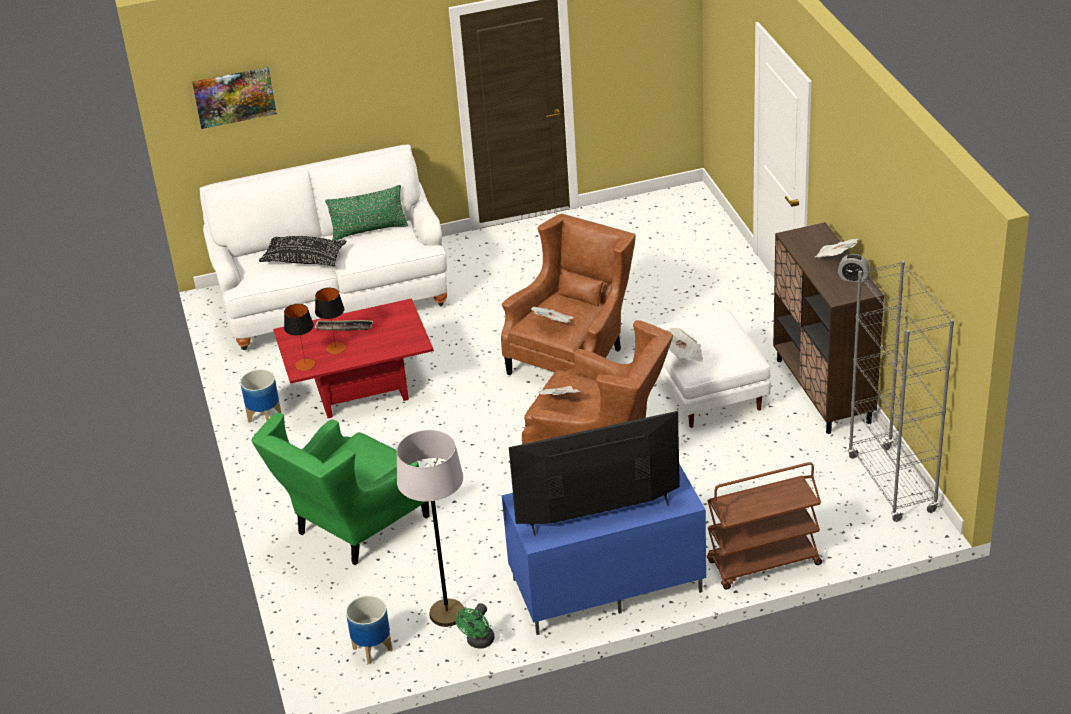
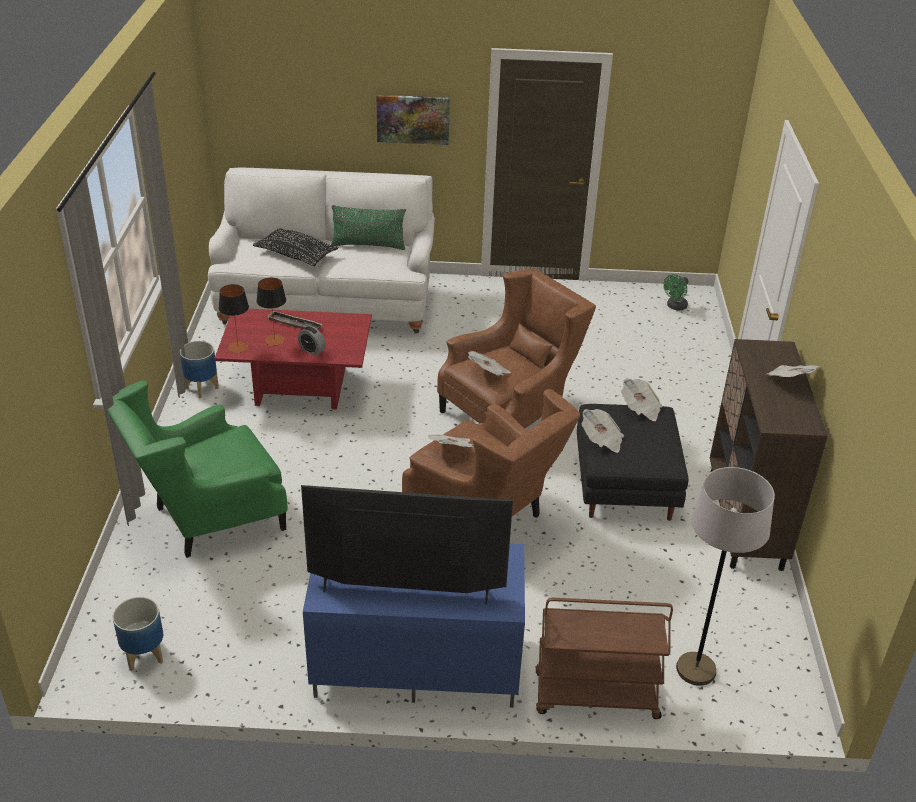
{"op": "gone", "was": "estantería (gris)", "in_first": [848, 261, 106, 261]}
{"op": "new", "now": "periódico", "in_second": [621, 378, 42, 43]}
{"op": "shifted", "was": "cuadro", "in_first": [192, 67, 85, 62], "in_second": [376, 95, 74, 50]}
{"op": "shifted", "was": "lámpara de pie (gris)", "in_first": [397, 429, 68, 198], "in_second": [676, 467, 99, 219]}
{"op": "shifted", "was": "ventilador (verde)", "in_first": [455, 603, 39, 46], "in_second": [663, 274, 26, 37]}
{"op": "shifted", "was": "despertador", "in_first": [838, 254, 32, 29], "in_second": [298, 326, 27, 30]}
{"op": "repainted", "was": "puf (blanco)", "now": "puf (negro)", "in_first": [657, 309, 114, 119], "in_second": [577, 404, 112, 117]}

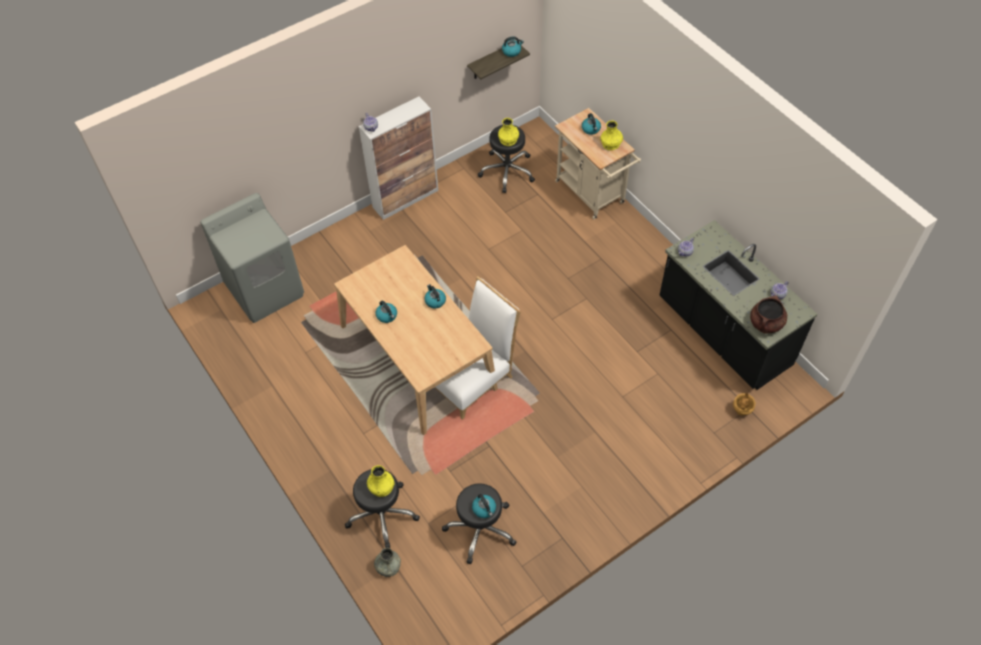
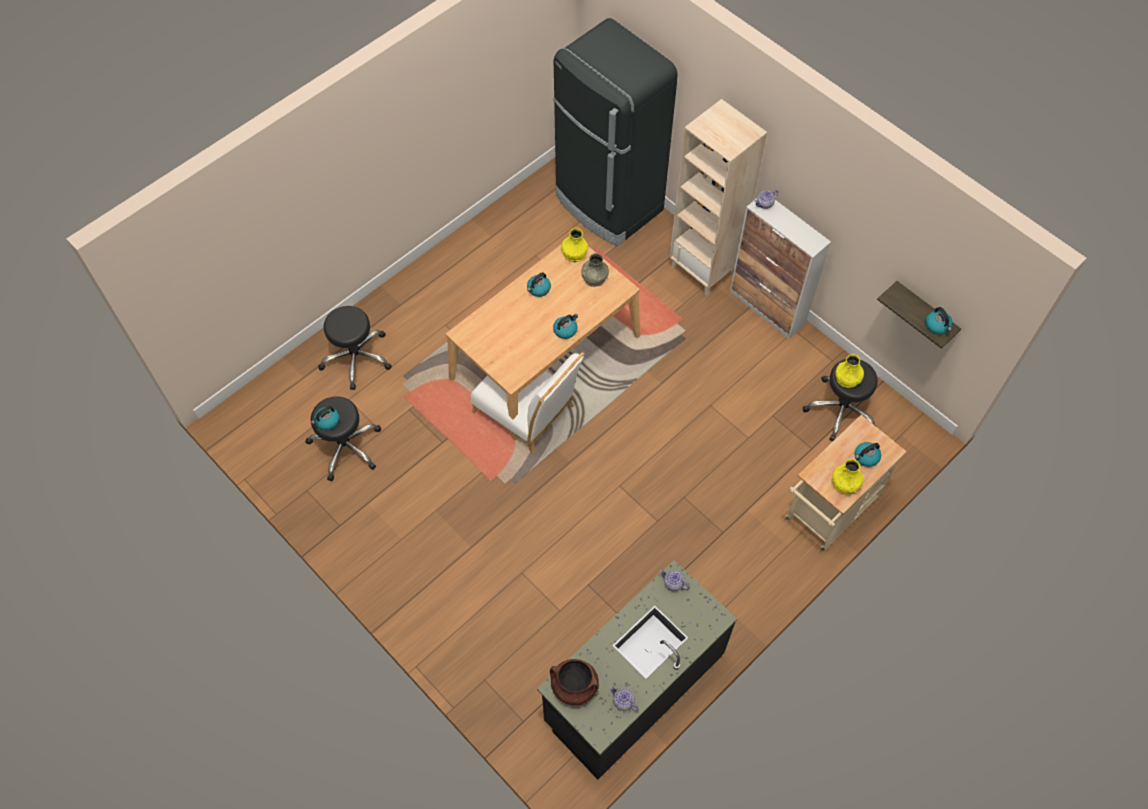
{"op": "gone", "was": "florero (marrón)", "in_first": [733, 393, 23, 23]}
{"op": "new", "now": "estantería (beis)", "in_second": [669, 99, 98, 198]}
{"op": "shifted", "was": "florero (amarillo)", "in_first": [367, 465, 28, 32], "in_second": [561, 228, 27, 34]}
{"op": "shifted", "was": "florero (gris)", "in_first": [374, 548, 27, 29], "in_second": [581, 253, 28, 34]}
{"op": "swapped", "was": "lavadora (gris)", "now": "nevera (negro)", "in_first": [200, 193, 104, 130], "in_second": [553, 18, 125, 228]}

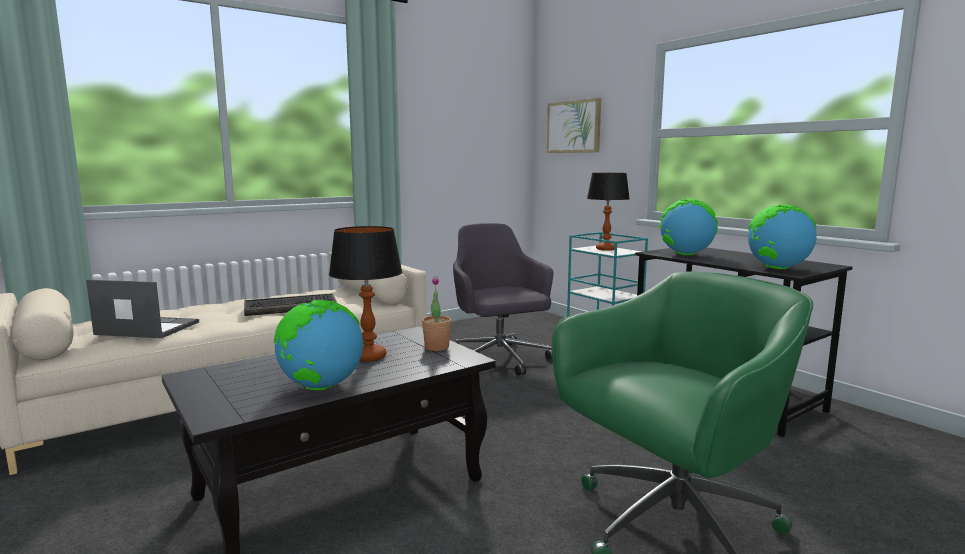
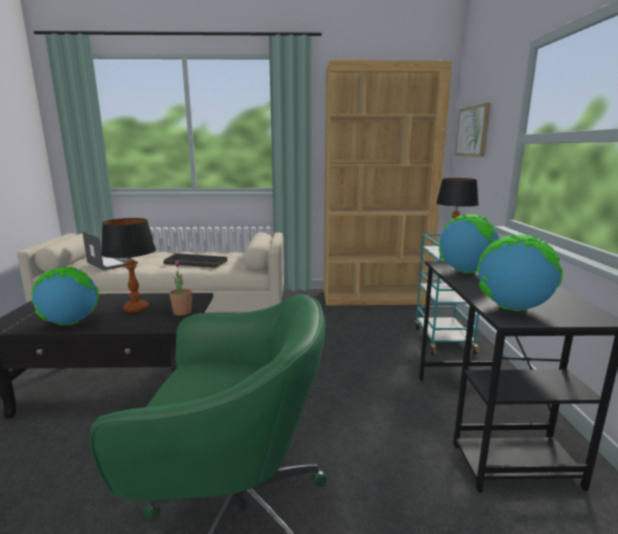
{"op": "gone", "was": "silla de oficina (gris)", "in_first": [453, 223, 100, 153]}
{"op": "new", "now": "estantería (marrón)", "in_second": [324, 60, 128, 246]}

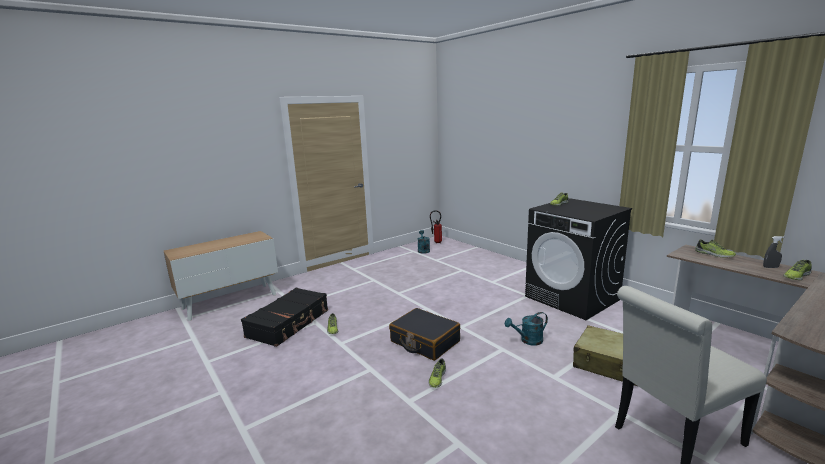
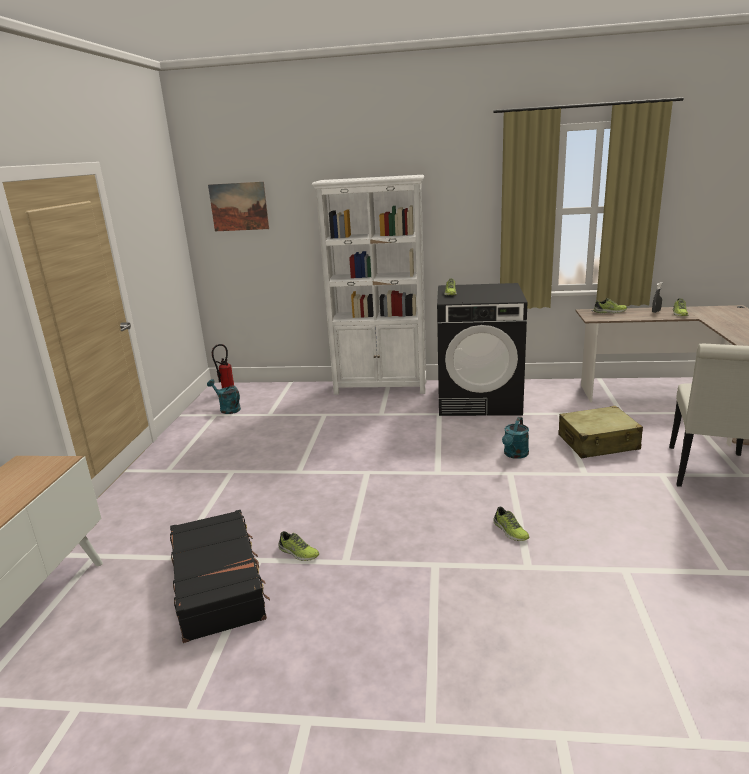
{"op": "gone", "was": "maleta (negro)", "in_first": [389, 308, 71, 53]}
{"op": "new", "now": "cuadro", "in_second": [208, 182, 61, 49]}
{"op": "new", "now": "estantería (blanco)", "in_second": [312, 175, 114, 220]}

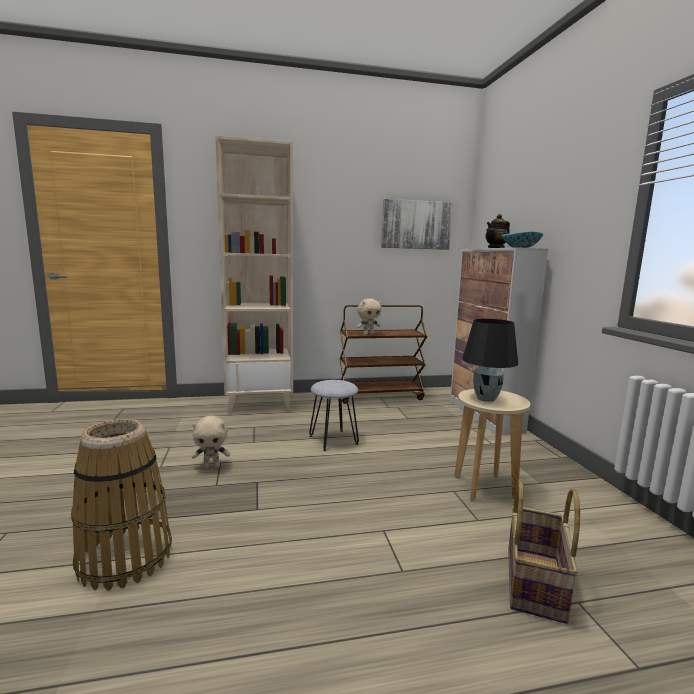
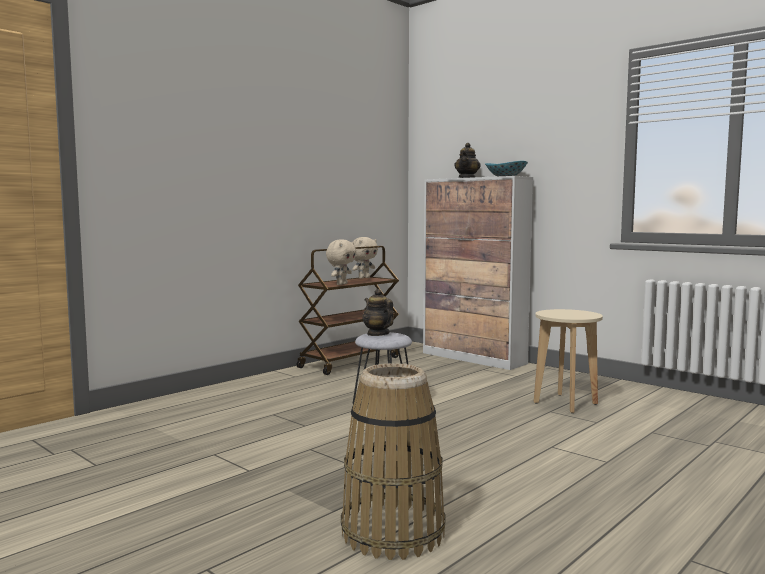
{"op": "gone", "was": "estantería (beis)", "in_first": [215, 135, 78, 279]}
{"op": "gone", "was": "cuadro", "in_first": [381, 199, 72, 51]}
{"op": "gone", "was": "lámpara de mesa (negro)", "in_first": [462, 319, 56, 83]}
{"op": "gone", "was": "cesta", "in_first": [508, 479, 72, 145]}
{"op": "new", "now": "tetera", "in_second": [362, 289, 32, 47]}
{"op": "shifted", "was": "peluche (beis)", "in_first": [192, 416, 38, 52], "in_second": [352, 237, 26, 42]}

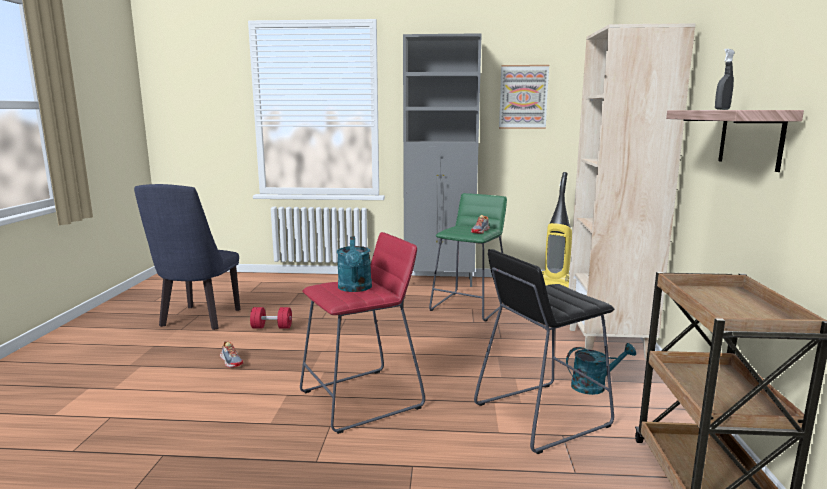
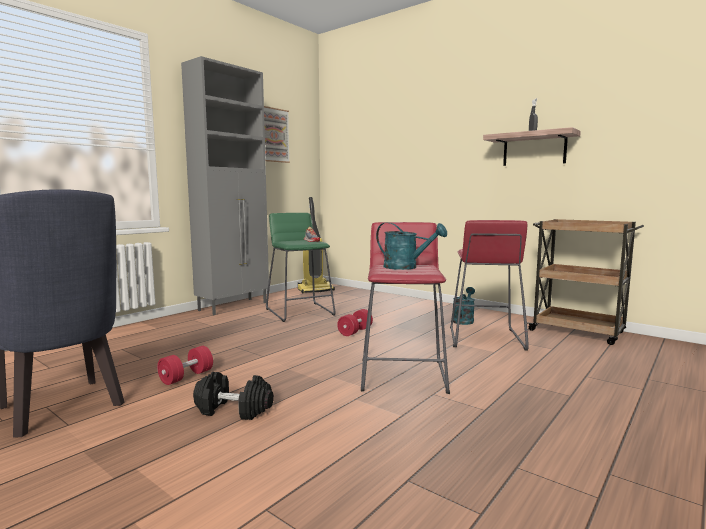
{"op": "gone", "was": "estantería (beis)", "in_first": [569, 23, 127, 337]}
{"op": "new", "now": "mancuerna (rojo)", "in_second": [337, 309, 36, 27]}
{"op": "swapped", "was": "zapato", "now": "mancuerna (negro)", "in_first": [220, 341, 24, 26], "in_second": [193, 372, 81, 48]}
{"op": "repainted", "was": "taburete (negro)", "now": "taburete (rojo)", "in_first": [474, 249, 140, 205], "in_second": [450, 220, 79, 131]}

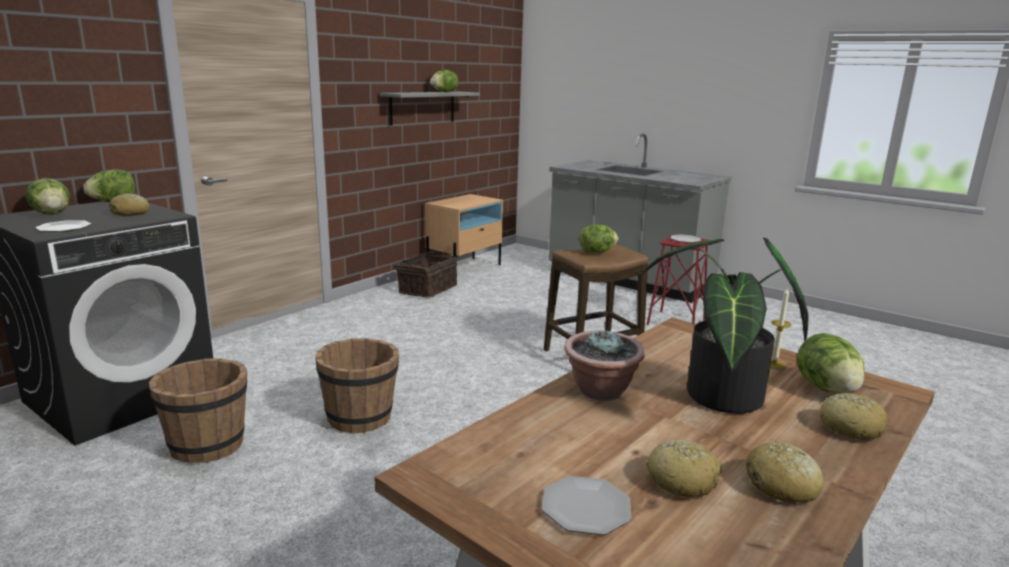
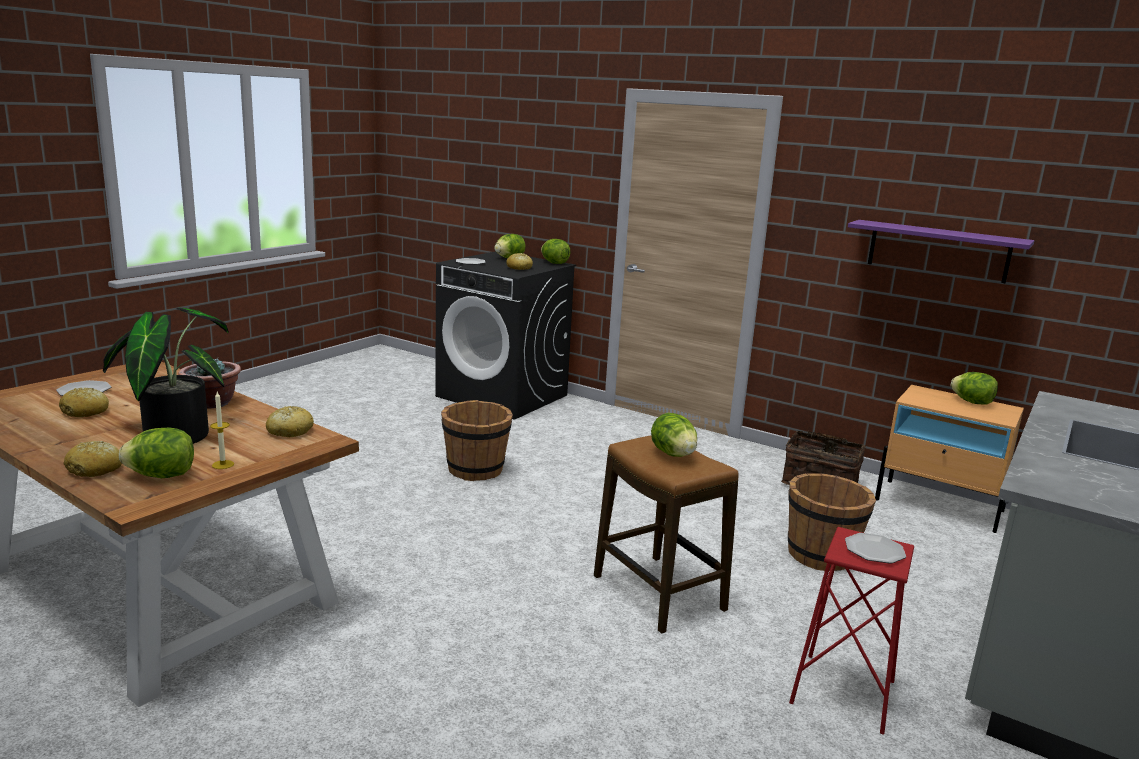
{"op": "shifted", "was": "cubo (marrón)", "in_first": [149, 358, 98, 105], "in_second": [788, 473, 88, 98]}
{"op": "shifted", "was": "lechuga", "in_first": [430, 70, 28, 22], "in_second": [951, 372, 47, 33]}
{"op": "shifted", "was": "pan", "in_first": [746, 441, 78, 62], "in_second": [266, 406, 48, 31]}
{"op": "repainted", "was": "estante (gris)", "now": "estante (morado)", "in_first": [380, 92, 100, 34], "in_second": [848, 220, 186, 63]}

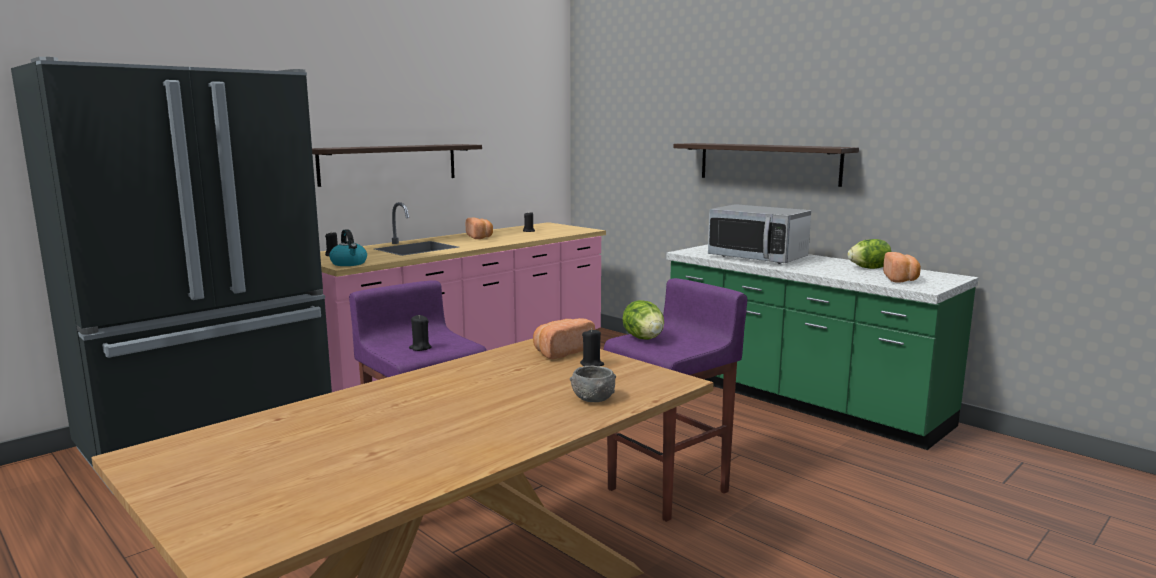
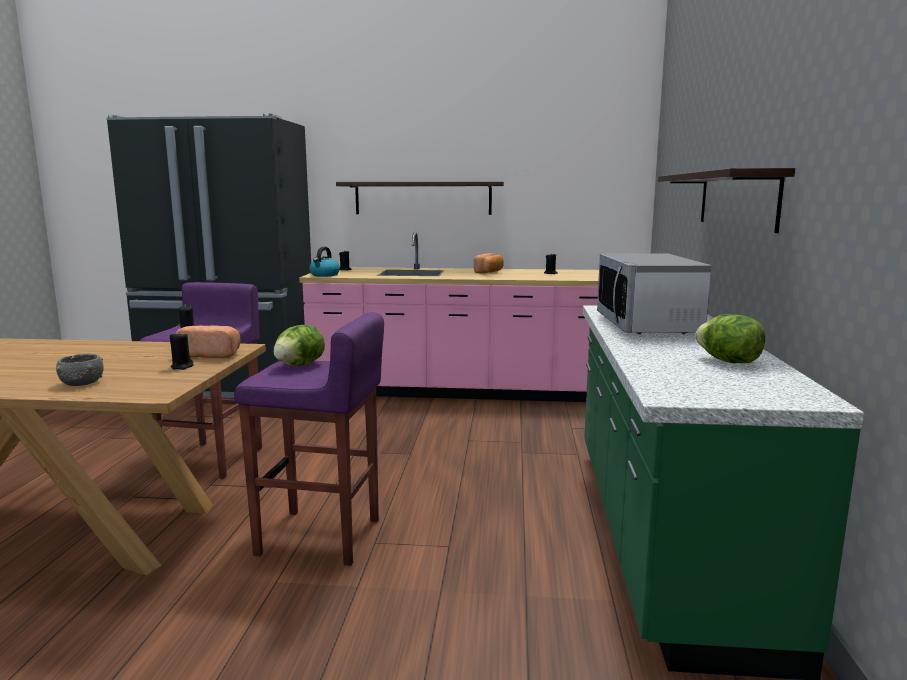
{"op": "gone", "was": "pan", "in_first": [883, 252, 38, 31]}

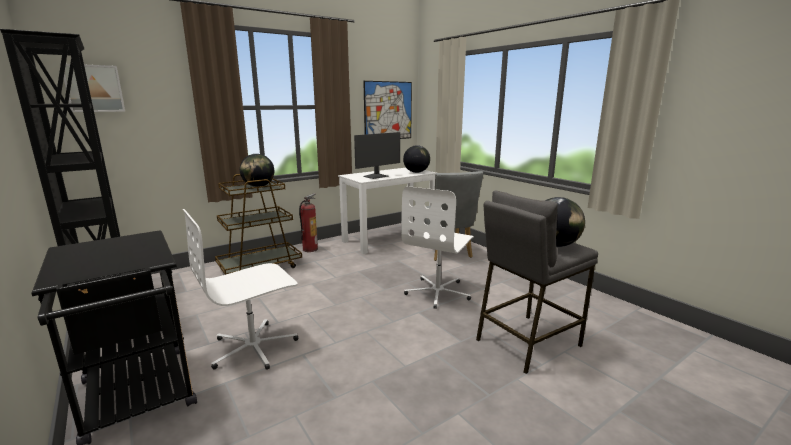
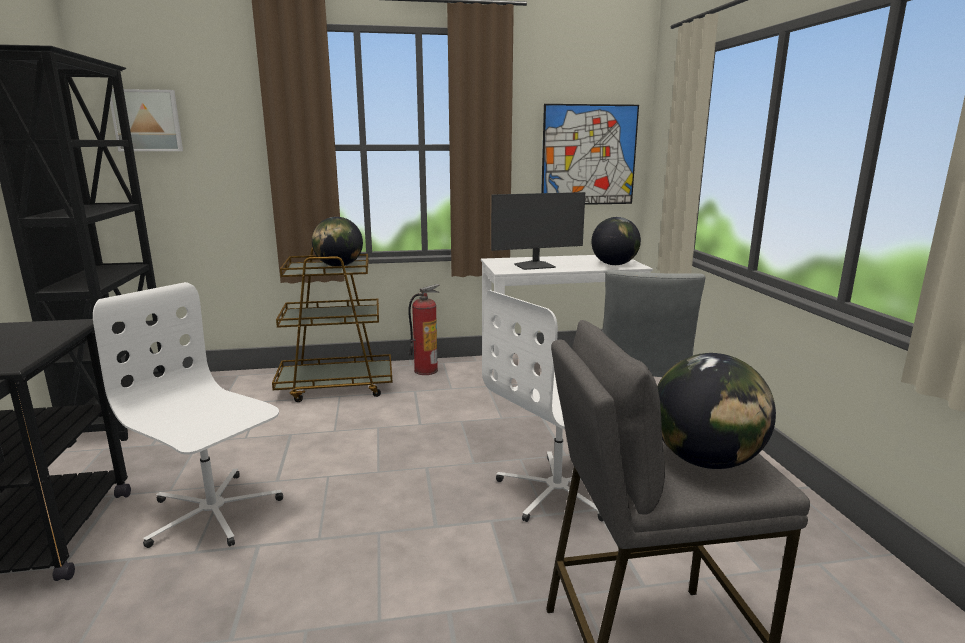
{"op": "rotated", "was": "silla de oficina (blanco)", "in_first": [183, 209, 115, 161], "in_second": [93, 282, 190, 266], "clockwise": 45}

